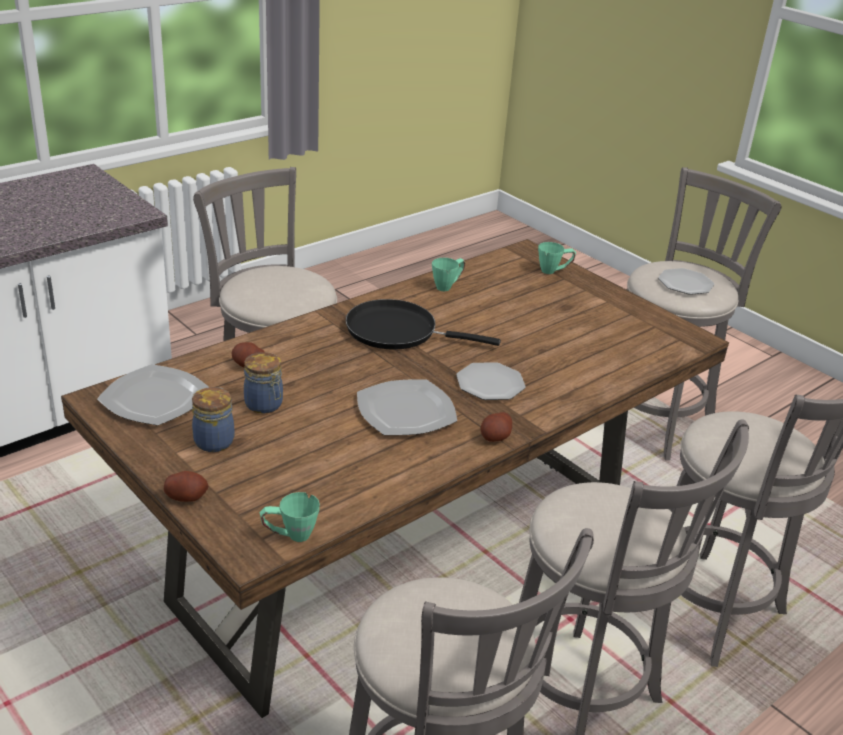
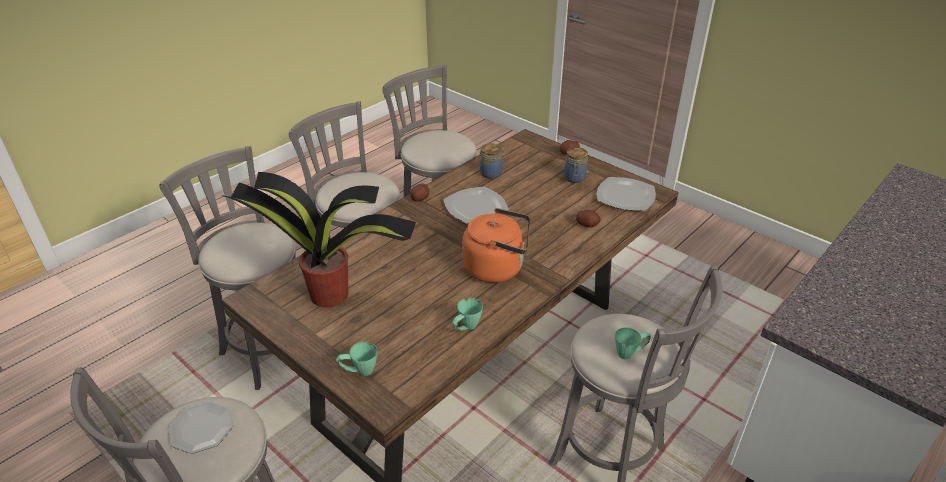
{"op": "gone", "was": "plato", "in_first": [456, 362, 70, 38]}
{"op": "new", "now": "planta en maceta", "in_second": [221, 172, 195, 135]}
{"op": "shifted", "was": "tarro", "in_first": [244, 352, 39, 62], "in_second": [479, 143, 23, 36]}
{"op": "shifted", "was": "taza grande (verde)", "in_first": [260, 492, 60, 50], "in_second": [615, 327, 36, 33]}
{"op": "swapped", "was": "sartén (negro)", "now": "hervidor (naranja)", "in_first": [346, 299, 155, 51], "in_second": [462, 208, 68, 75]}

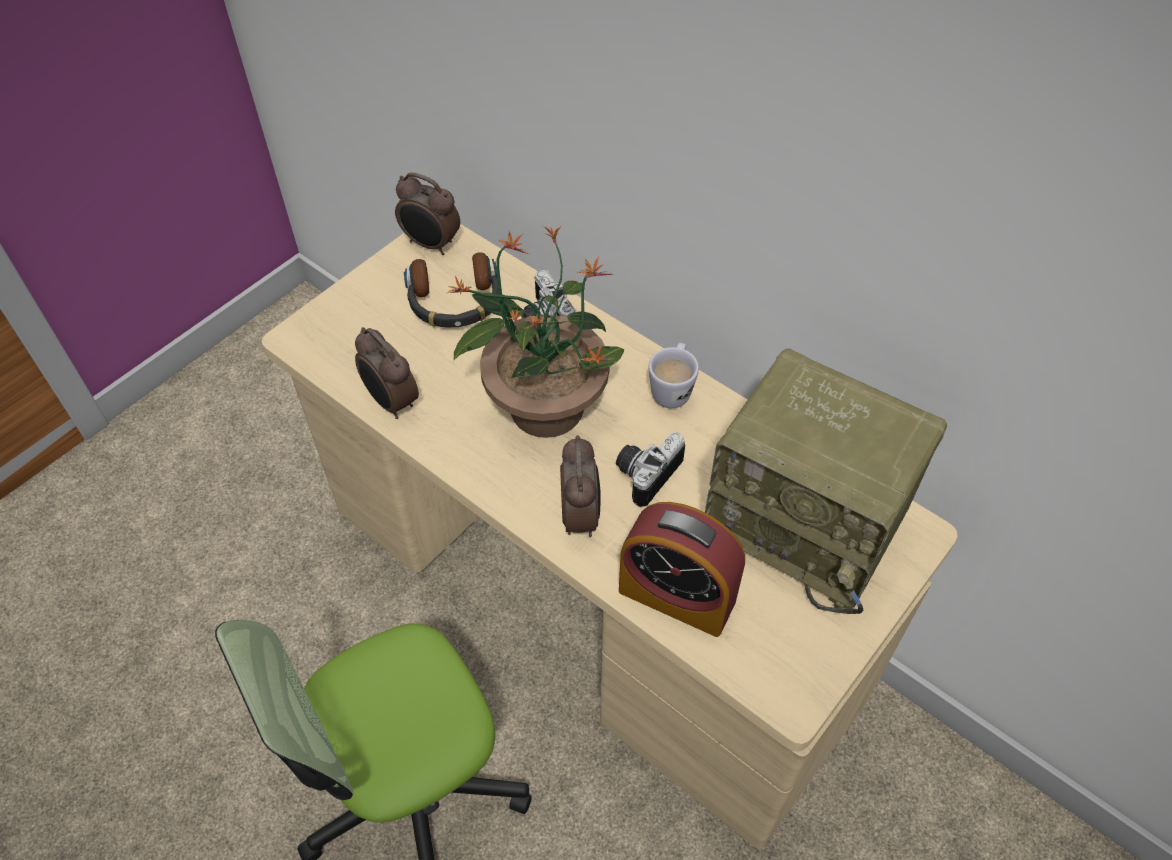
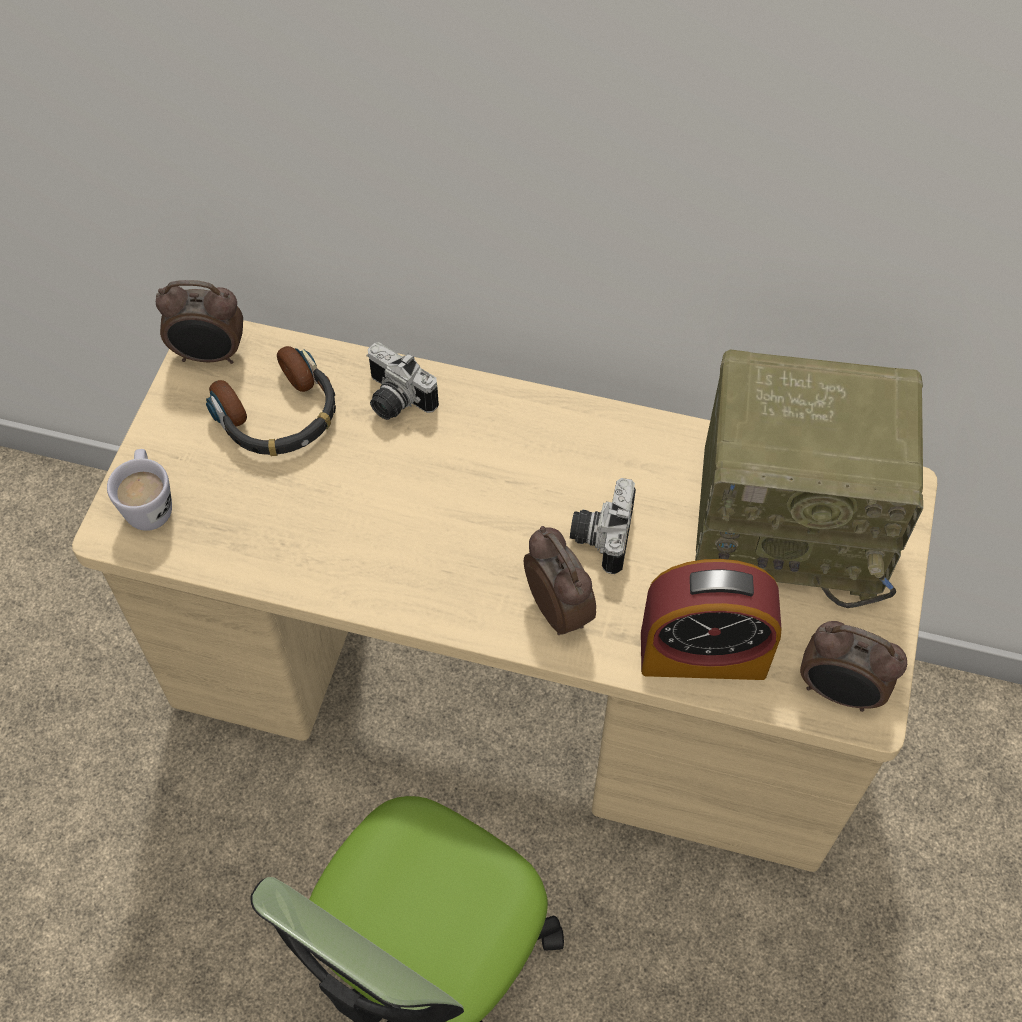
{"op": "gone", "was": "planta en maceta", "in_first": [446, 225, 178, 213]}
{"op": "shifted", "was": "despertador", "in_first": [355, 327, 64, 92], "in_second": [800, 621, 107, 91]}
{"op": "shifted", "was": "taza grande (blanco)", "in_first": [648, 343, 51, 65], "in_second": [107, 449, 65, 82]}

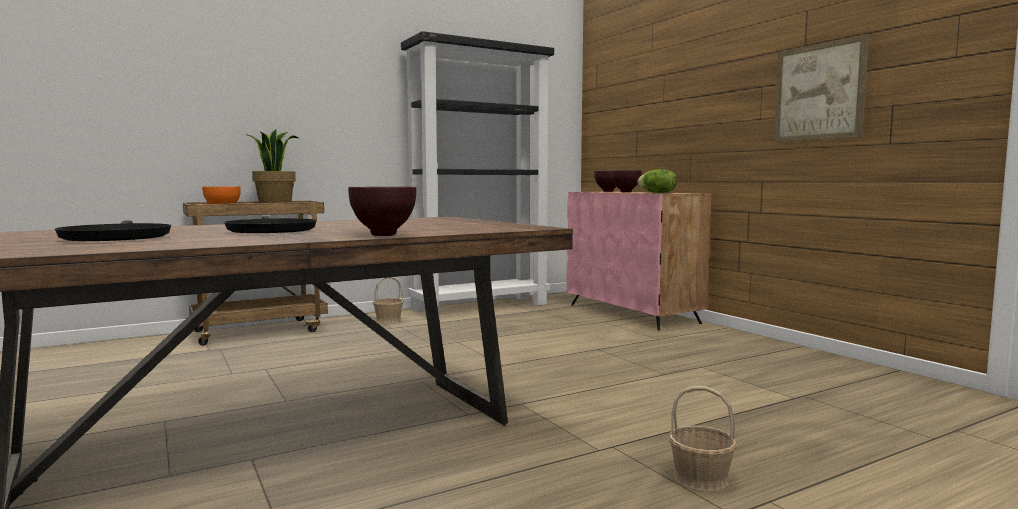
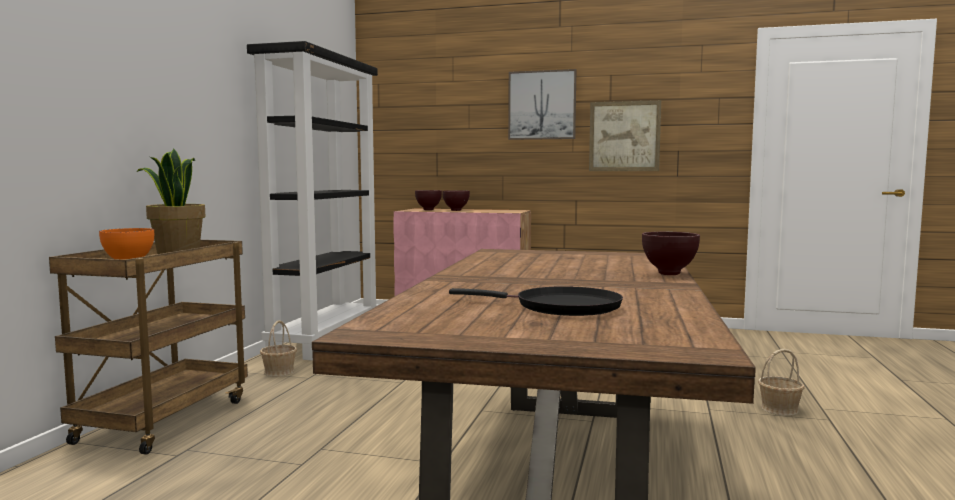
{"op": "gone", "was": "sartén (negro)", "in_first": [224, 216, 93, 17]}
{"op": "gone", "was": "lechuga", "in_first": [637, 169, 40, 24]}
{"op": "new", "now": "cuadro", "in_second": [508, 69, 68, 71]}

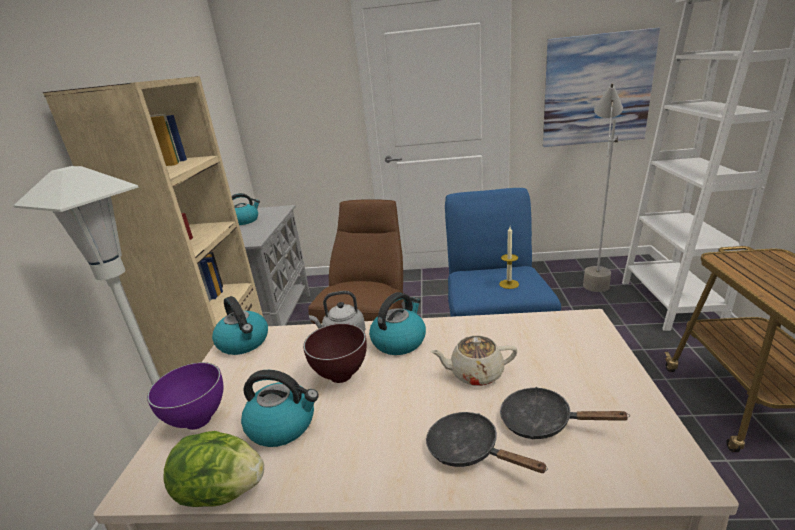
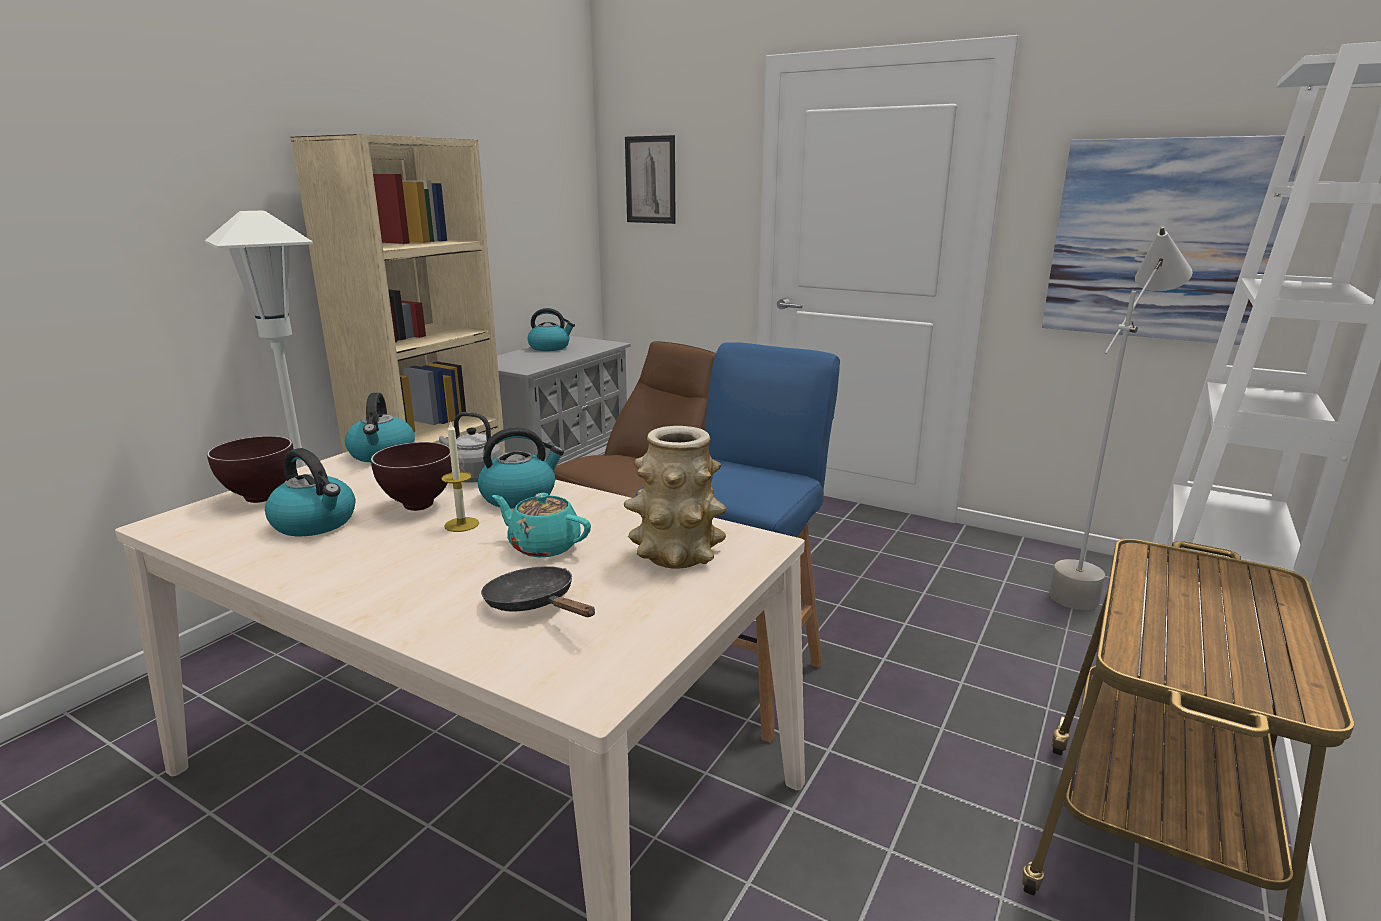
{"op": "gone", "was": "lechuga", "in_first": [163, 431, 101, 76]}
{"op": "gone", "was": "sartén (negro)", "in_first": [426, 412, 122, 61]}
{"op": "new", "now": "florero", "in_second": [624, 426, 102, 143]}
{"op": "new", "now": "cuadro", "in_second": [625, 135, 51, 89]}
{"op": "shifted", "was": "vela", "in_first": [499, 227, 20, 62], "in_second": [441, 421, 38, 111]}
{"op": "repainted", "was": "cuenco (morado)", "now": "cuenco (marrón)", "in_first": [147, 362, 77, 68], "in_second": [207, 436, 87, 67]}
{"op": "repainted", "was": "tetera (beis)", "now": "tetera (turquesa)", "in_first": [430, 336, 87, 50], "in_second": [492, 493, 99, 65]}

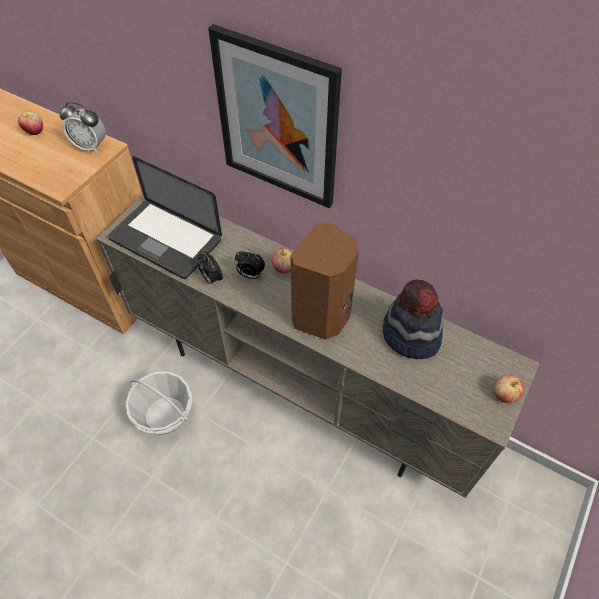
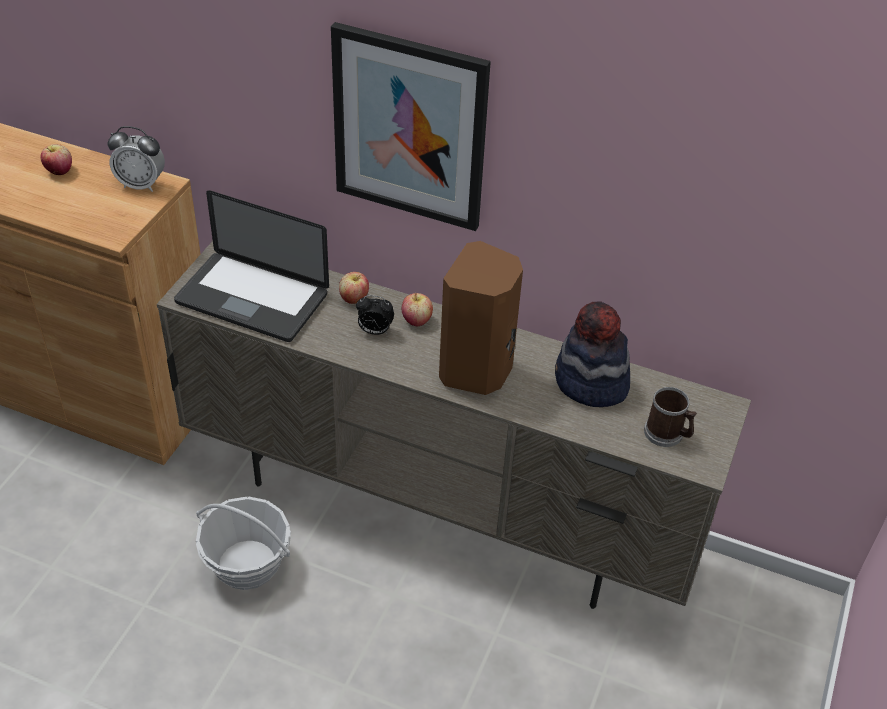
{"op": "gone", "was": "despertador", "in_first": [198, 252, 25, 34]}
{"op": "new", "now": "taza grande", "in_second": [644, 387, 53, 60]}
{"op": "shifted", "was": "manzana", "in_first": [494, 374, 30, 29], "in_second": [339, 272, 30, 32]}

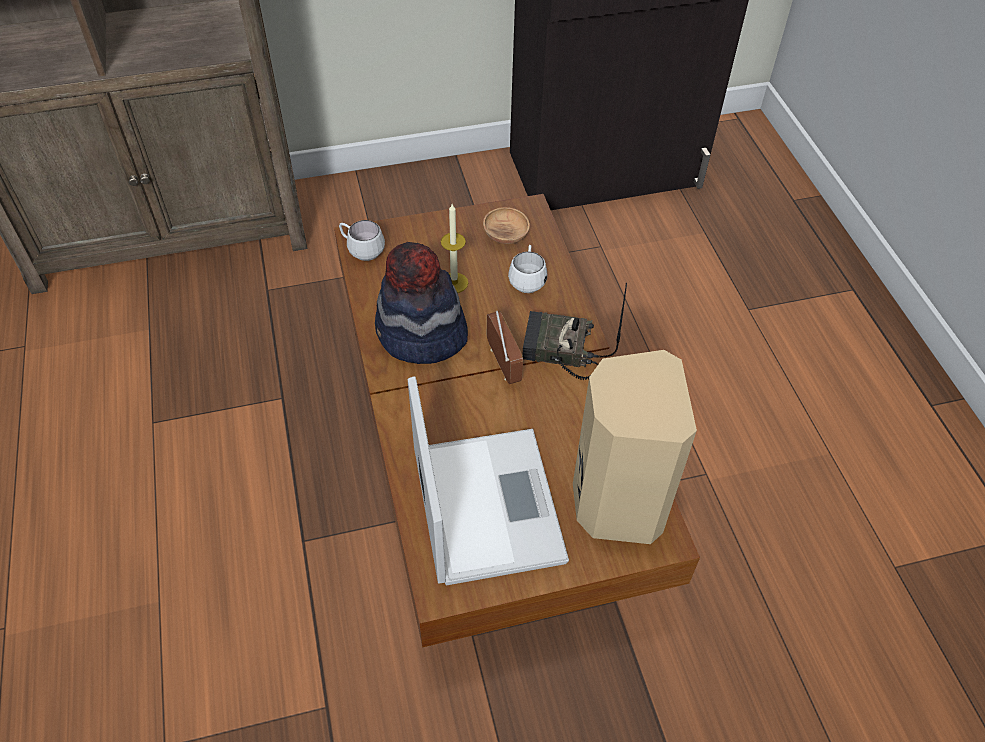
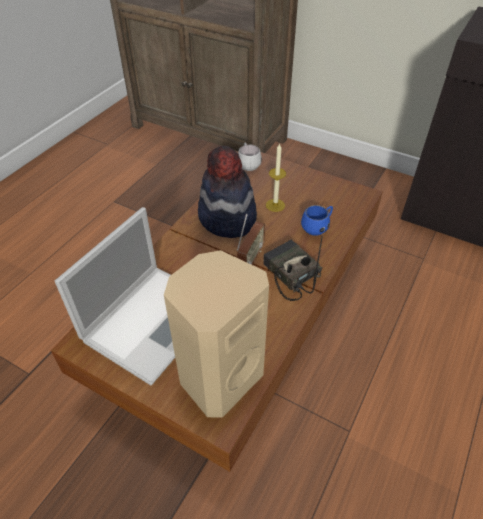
{"op": "gone", "was": "cuenco (marrón)", "in_first": [483, 207, 47, 37]}
{"op": "repainted", "was": "taza grande (blanco)", "now": "taza grande (azul)", "in_first": [508, 245, 39, 48], "in_second": [301, 205, 32, 31]}

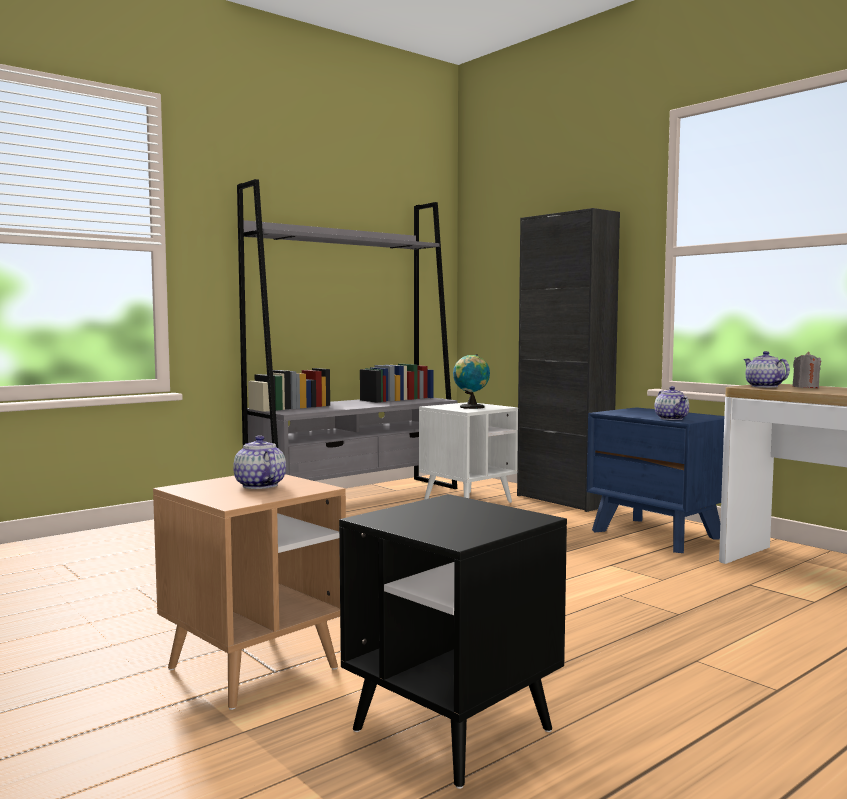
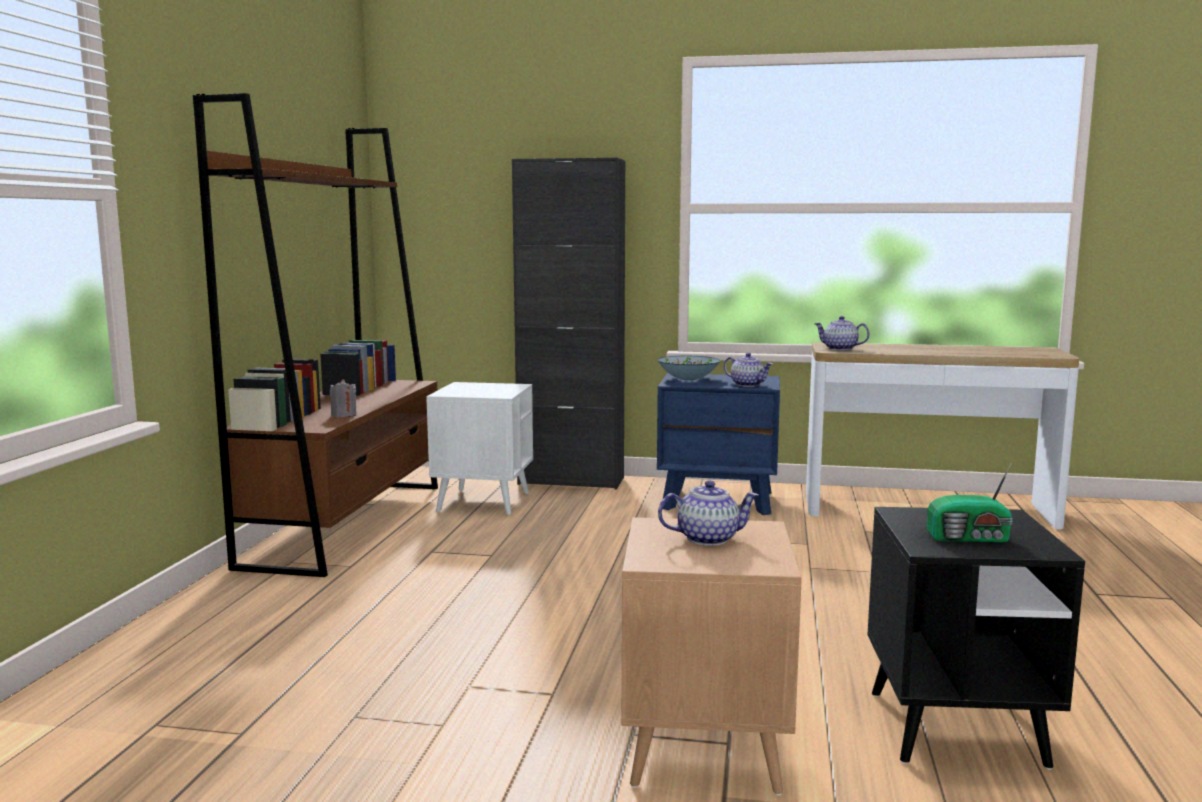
{"op": "gone", "was": "globo terráqueo", "in_first": [453, 354, 37, 55]}
{"op": "new", "now": "cuenco", "in_second": [657, 356, 63, 24]}
{"op": "new", "now": "radio", "in_second": [927, 464, 86, 78]}
{"op": "shifted", "was": "vela (gris)", "in_first": [792, 352, 29, 36], "in_second": [330, 379, 27, 38]}
{"op": "repainted", "was": "estantería (gris)", "now": "estantería (marrón)", "in_first": [237, 179, 220, 310], "in_second": [193, 93, 245, 484]}
{"op": "rotated", "was": "tetera", "in_first": [233, 435, 53, 54], "in_second": [658, 480, 101, 66], "clockwise": 150}

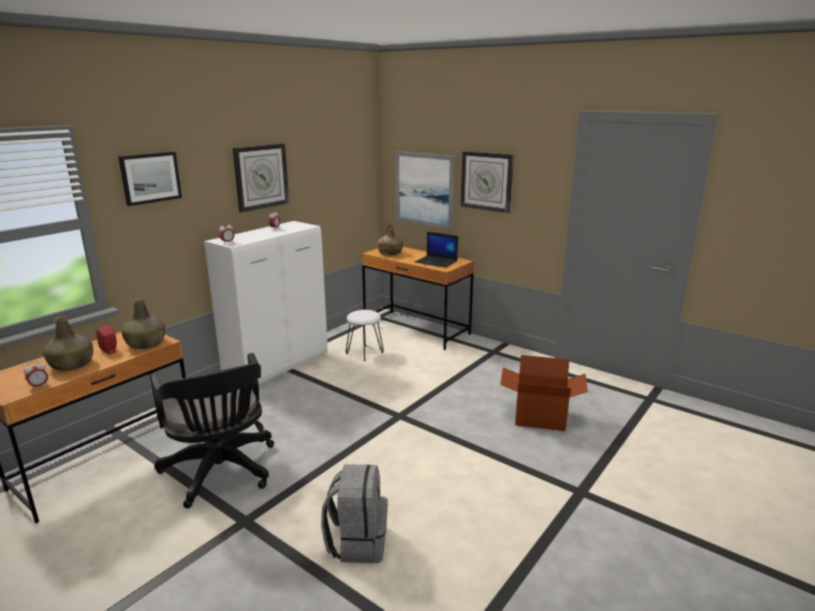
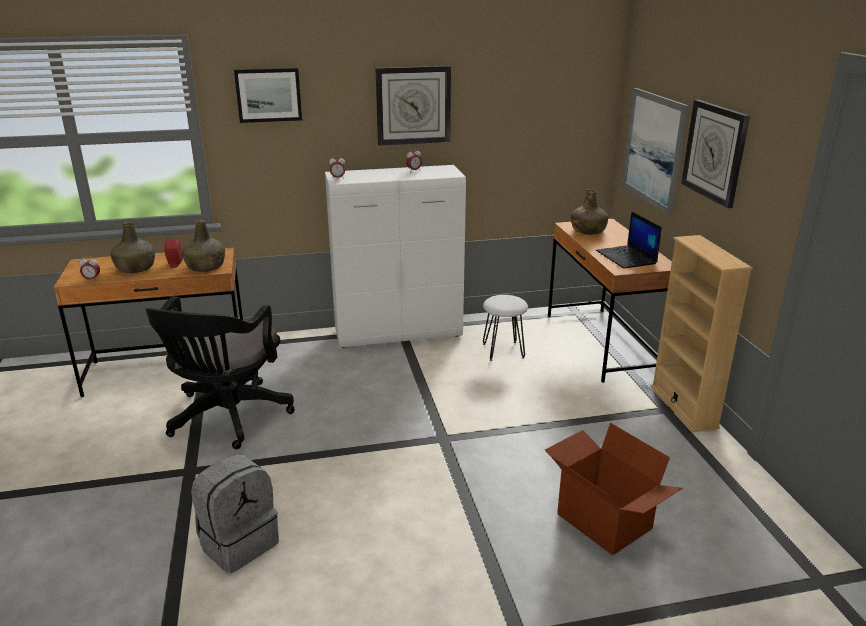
{"op": "new", "now": "estantería (beis)", "in_second": [651, 235, 102, 197]}

